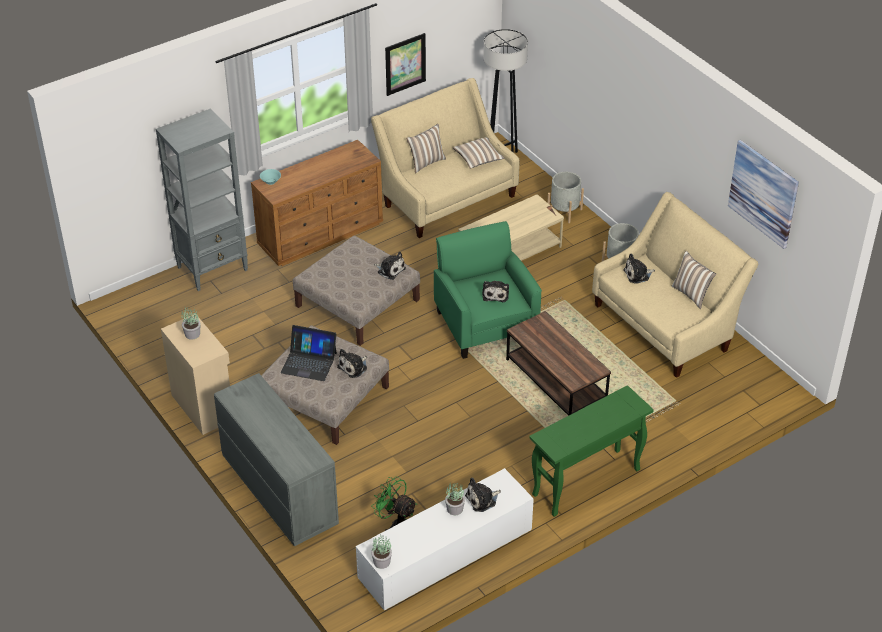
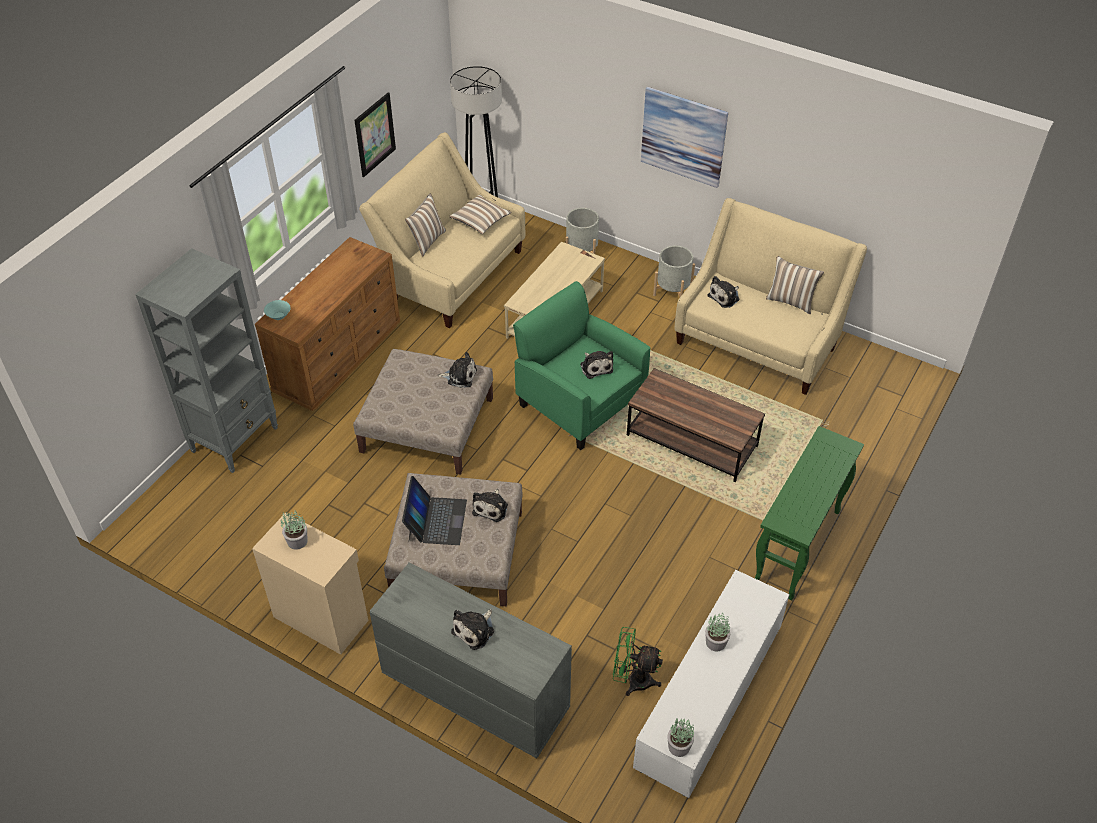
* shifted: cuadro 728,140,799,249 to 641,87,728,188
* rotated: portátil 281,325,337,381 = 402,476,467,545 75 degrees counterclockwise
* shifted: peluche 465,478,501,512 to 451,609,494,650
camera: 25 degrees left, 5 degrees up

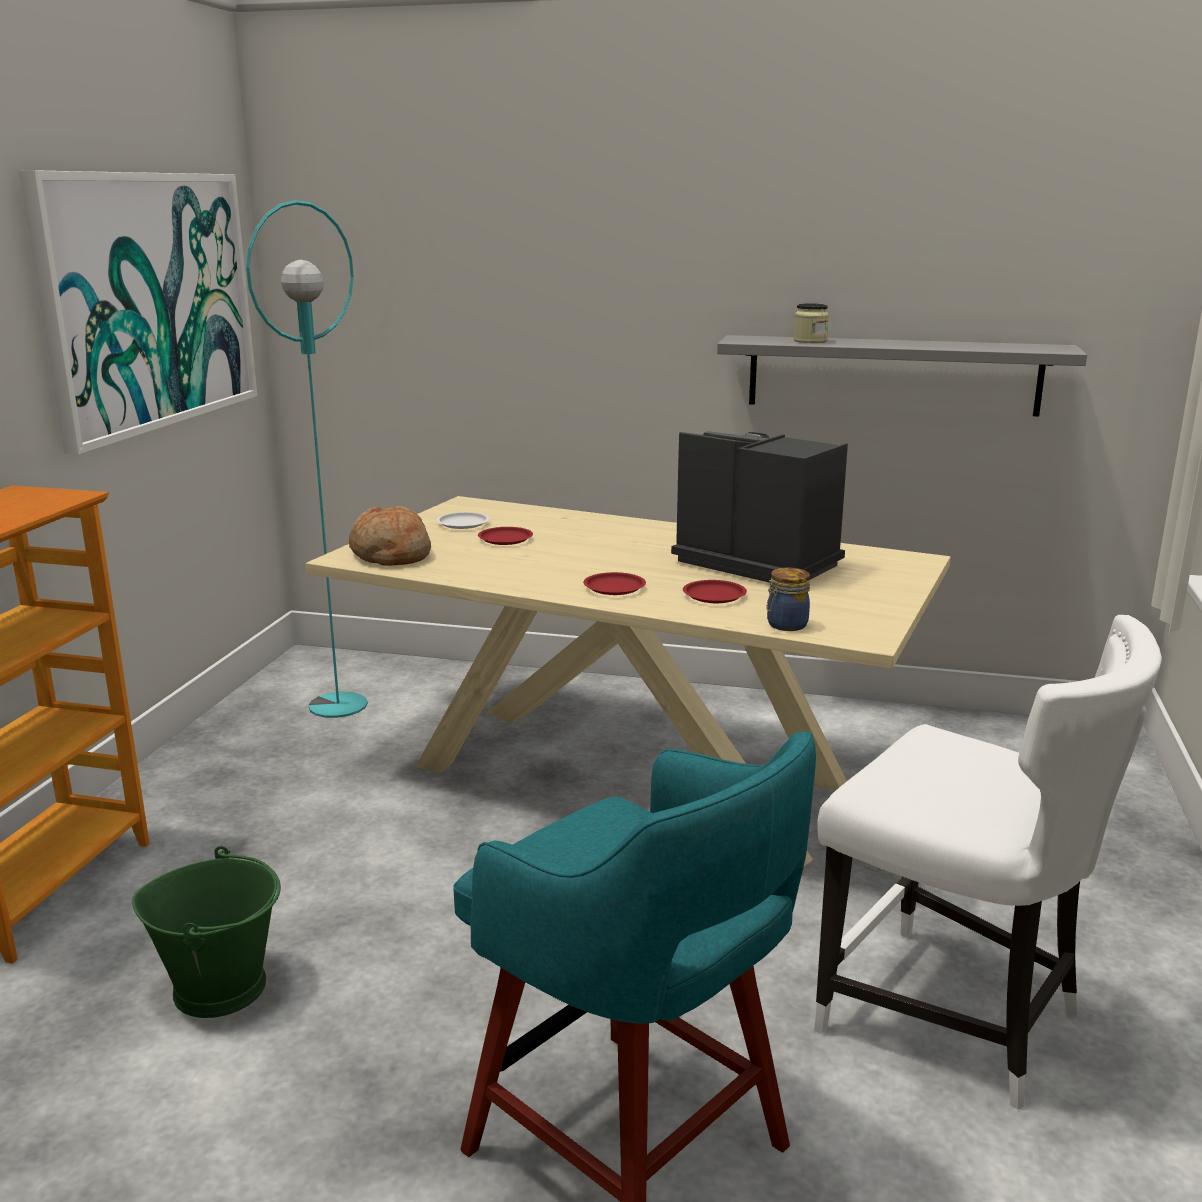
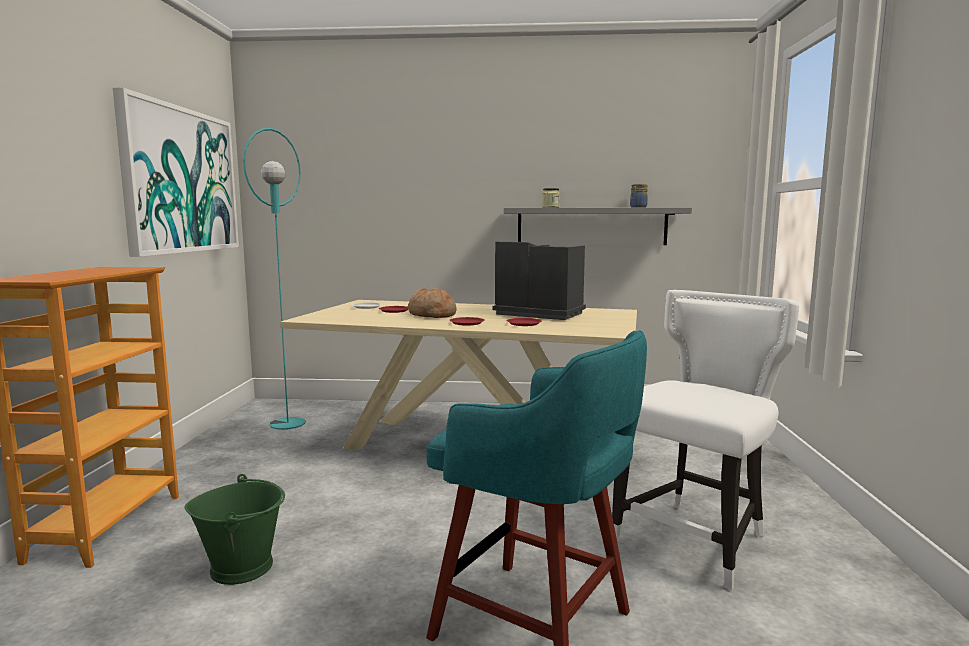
* shifted: pan 349,506,431,566 to 408,288,456,318
* shifted: tarro 766,568,810,631 to 630,184,648,208
* rotated: silla [blanco] 814,615,1162,1110 = 612,290,799,591 75 degrees counterclockwise
camera: 10 degrees left, 10 degrees down

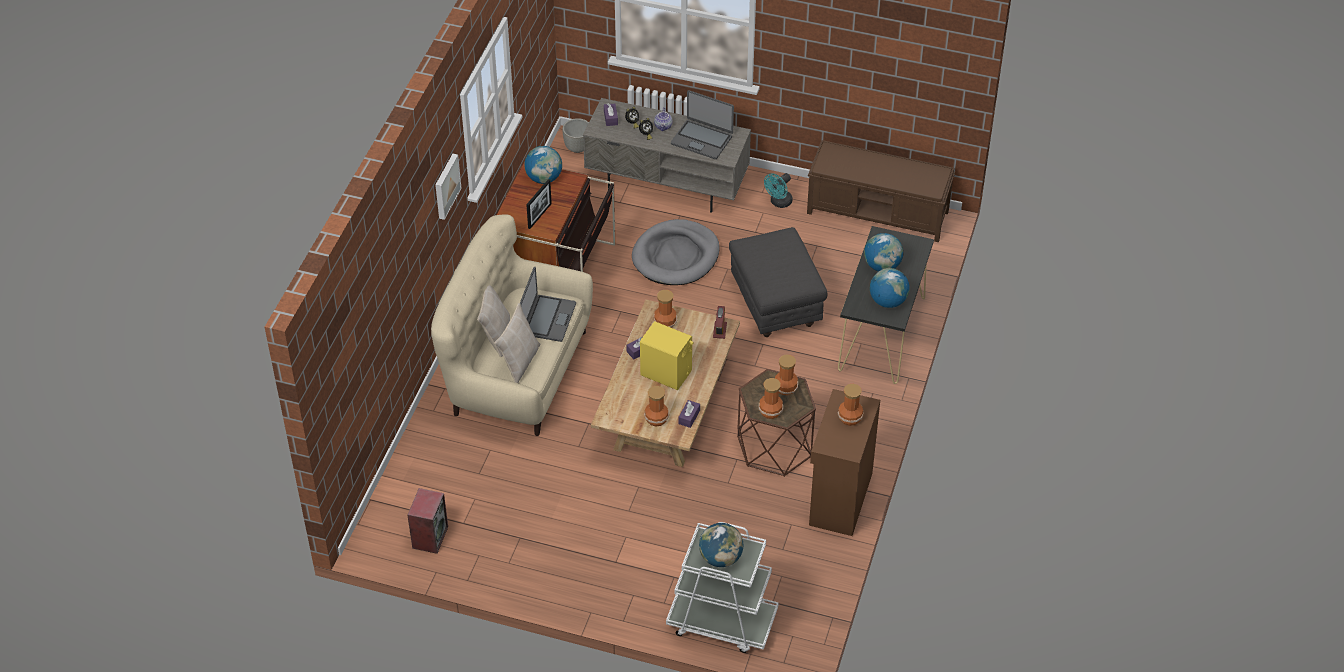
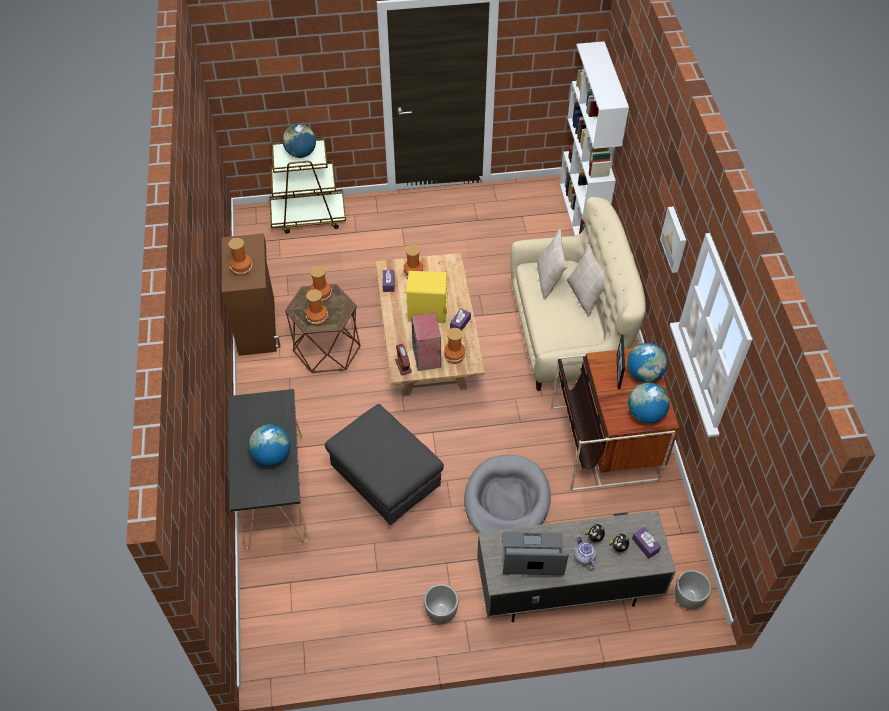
* gone: banco [marrón] 807,140,955,242
* swapped: ventilador [turquesa] 764,173,793,208 to maceta [gris] 424,584,459,624
* gone: portátil 520,267,576,342
* shifted: globo terráqueo 870,268,910,308 to 627,343,668,382
* shifted: altavoz 408,488,448,554 to 411,313,441,371
* repainted: carrito [blanco] 666,522,779,653 to carrito [marrón] 269,136,346,234
* new: estantería [blanco] 560,41,629,235
camera: 155 degrees right, 5 degrees up

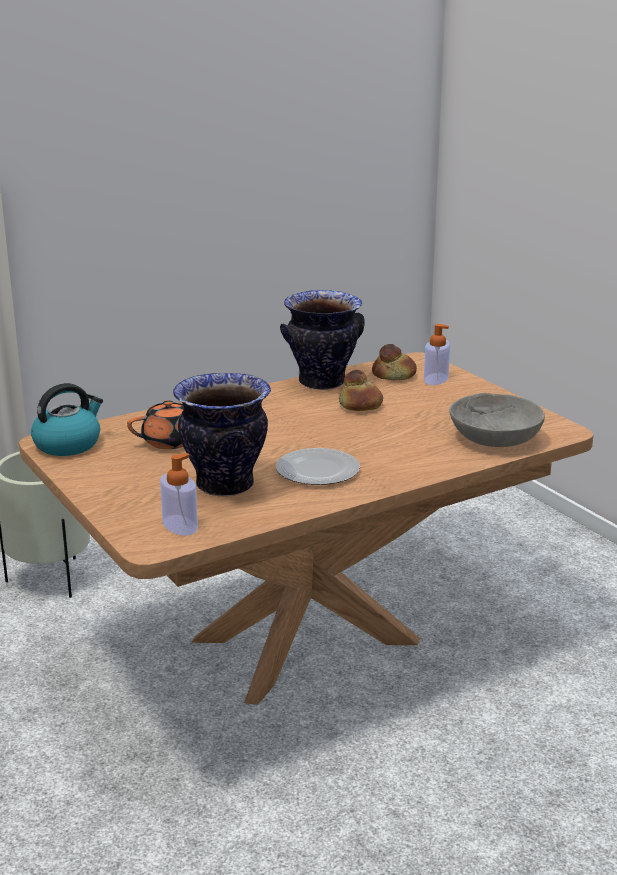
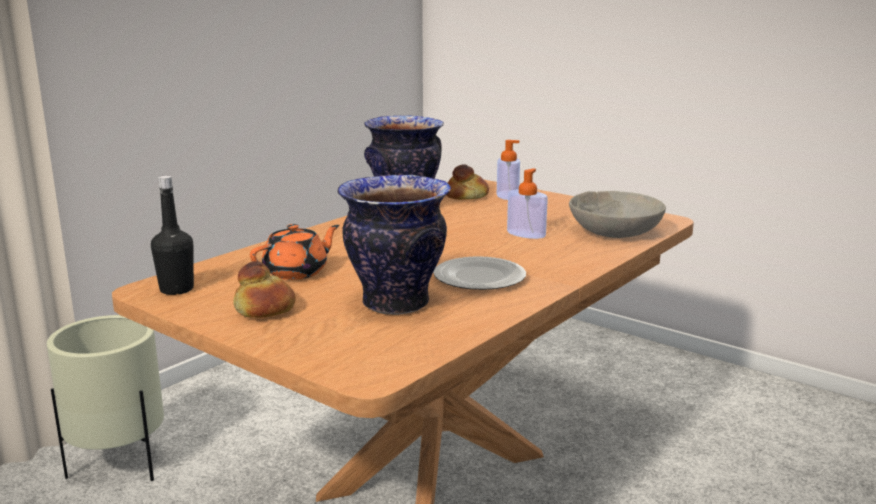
* shifted: pan 339,370,383,411 to 234,261,295,318
* swapped: hervidor 31,383,103,456 to botella [negro] 151,176,194,295
* shifted: dispensador de jabón 160,453,198,536 to 507,168,548,239
camera: 20 degrees left, 5 degrees down

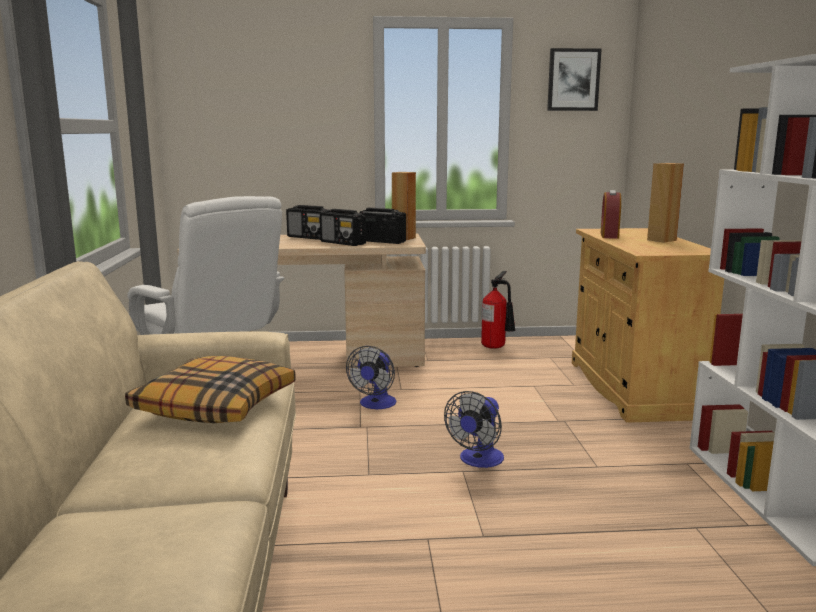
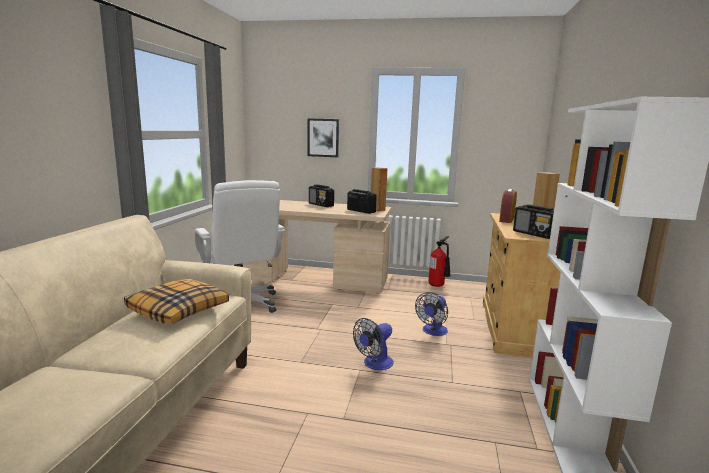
* shifted: cuadro 547,48,602,111 to 308,118,339,157
* shifted: radio 320,209,366,246 to 513,204,554,239
* shifted: ventilador 346,346,396,409 to 415,292,448,336
camera: 15 degrees right, 0 degrees up

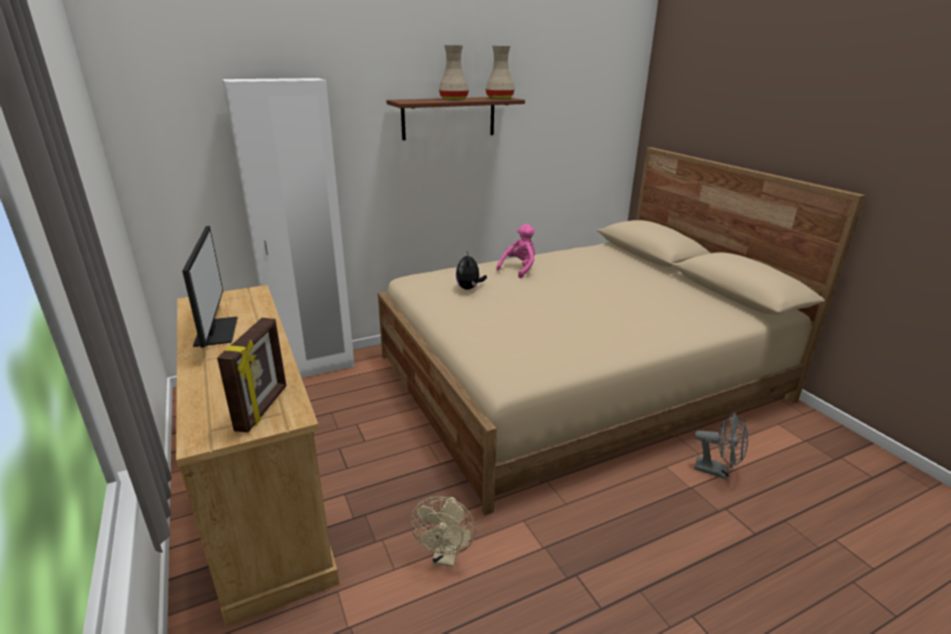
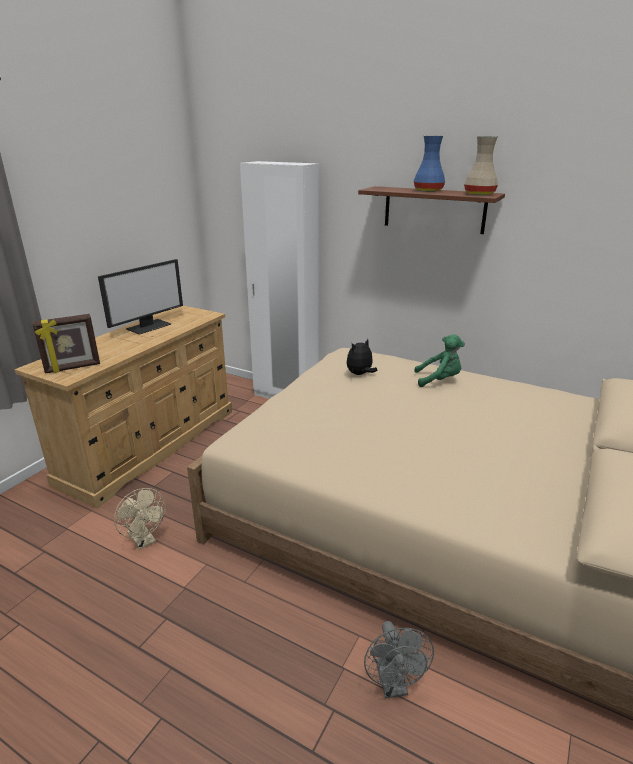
* repainted: florero [beis] 439,45,469,100 to florero [azul] 414,136,445,192
* repainted: peluche [rosa] 496,224,535,278 to peluche [verde] 414,334,465,387
* rotated: ventilador [beis] 410,497,476,567 = 114,488,166,550 105 degrees counterclockwise
camera: 55 degrees right, 0 degrees up

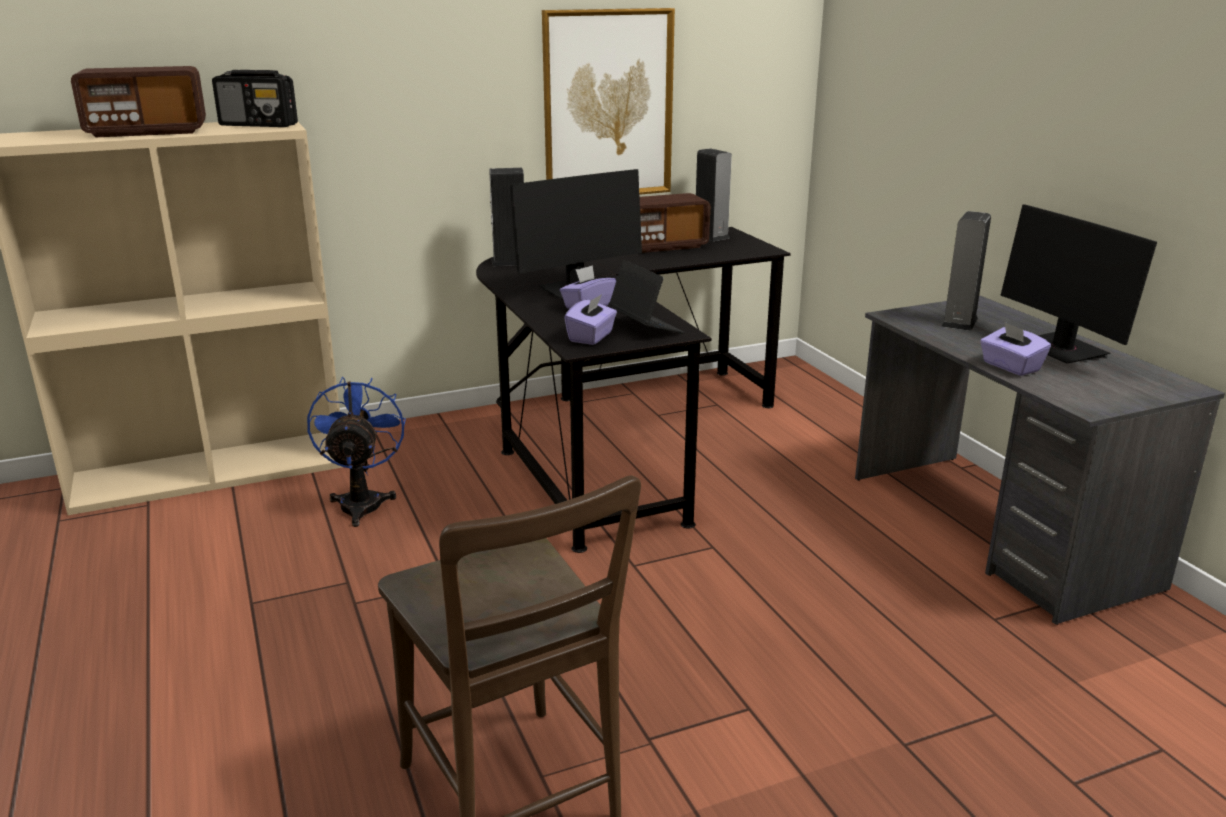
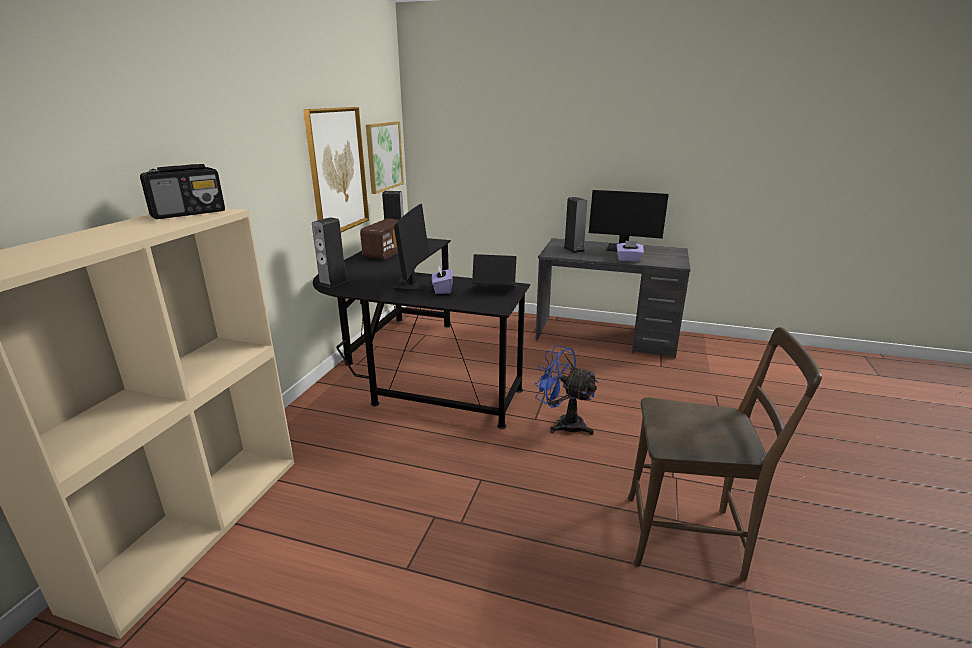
* gone: radio 71,66,206,137
* gone: caja de pañuelos [morado] 564,294,617,345
* shifted: ventilador [azul] 307,377,406,527 to 534,345,598,435
* new: cuadro 366,121,404,194
camera: 50 degrees left, 0 degrees up

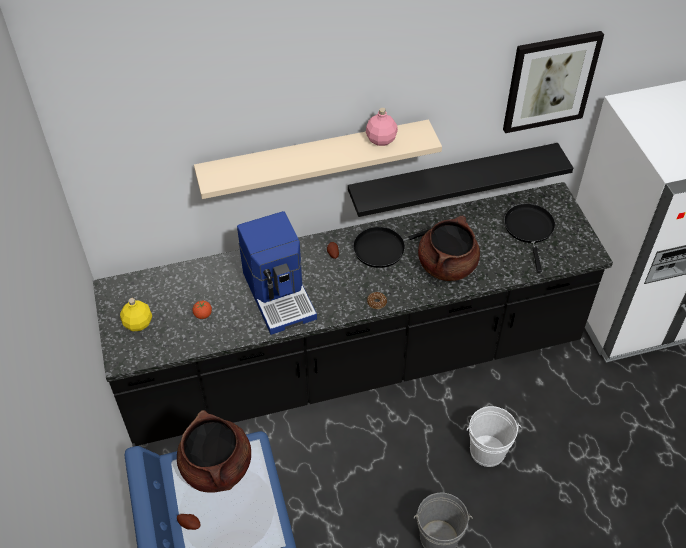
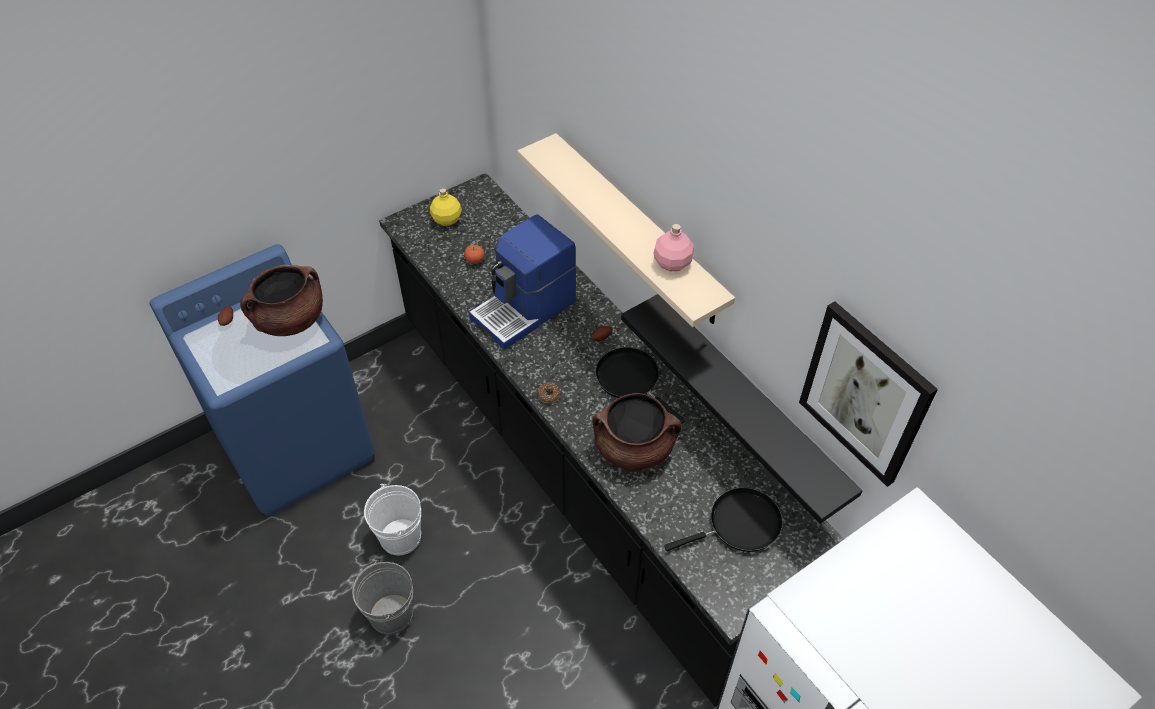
* shifted: cubo [blanco] 467,406,522,467 to 364,484,421,555
camera: 70 degrees right, 0 degrees up

